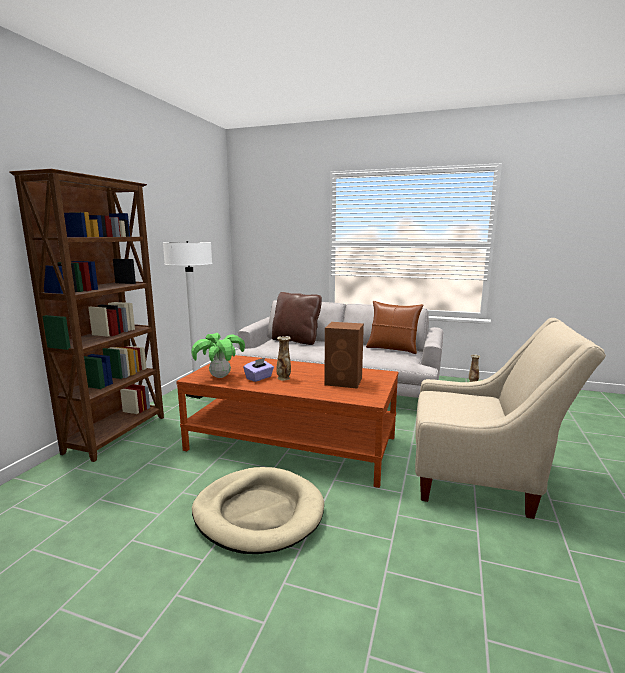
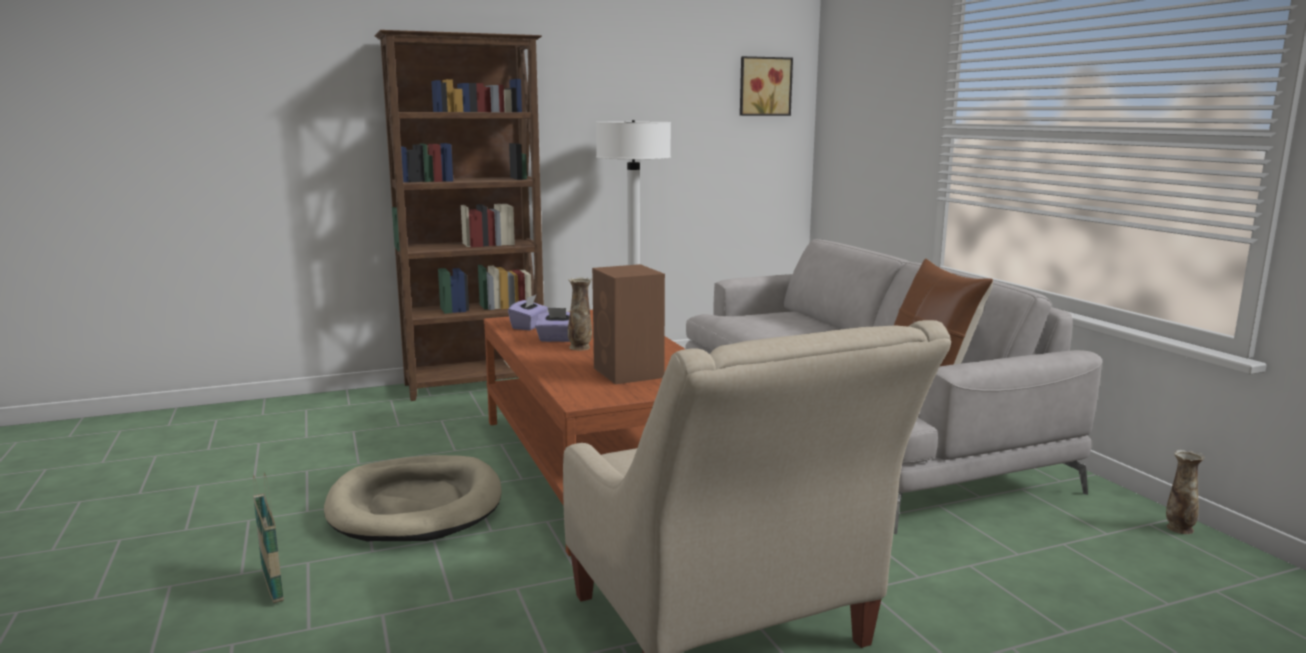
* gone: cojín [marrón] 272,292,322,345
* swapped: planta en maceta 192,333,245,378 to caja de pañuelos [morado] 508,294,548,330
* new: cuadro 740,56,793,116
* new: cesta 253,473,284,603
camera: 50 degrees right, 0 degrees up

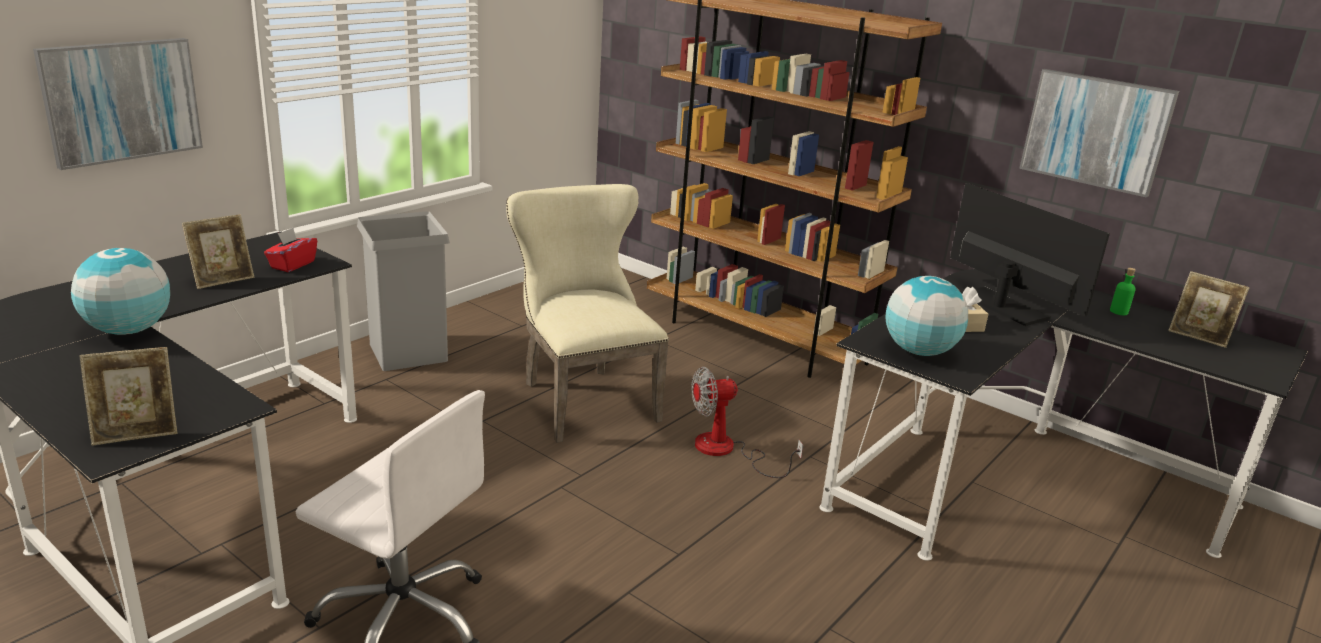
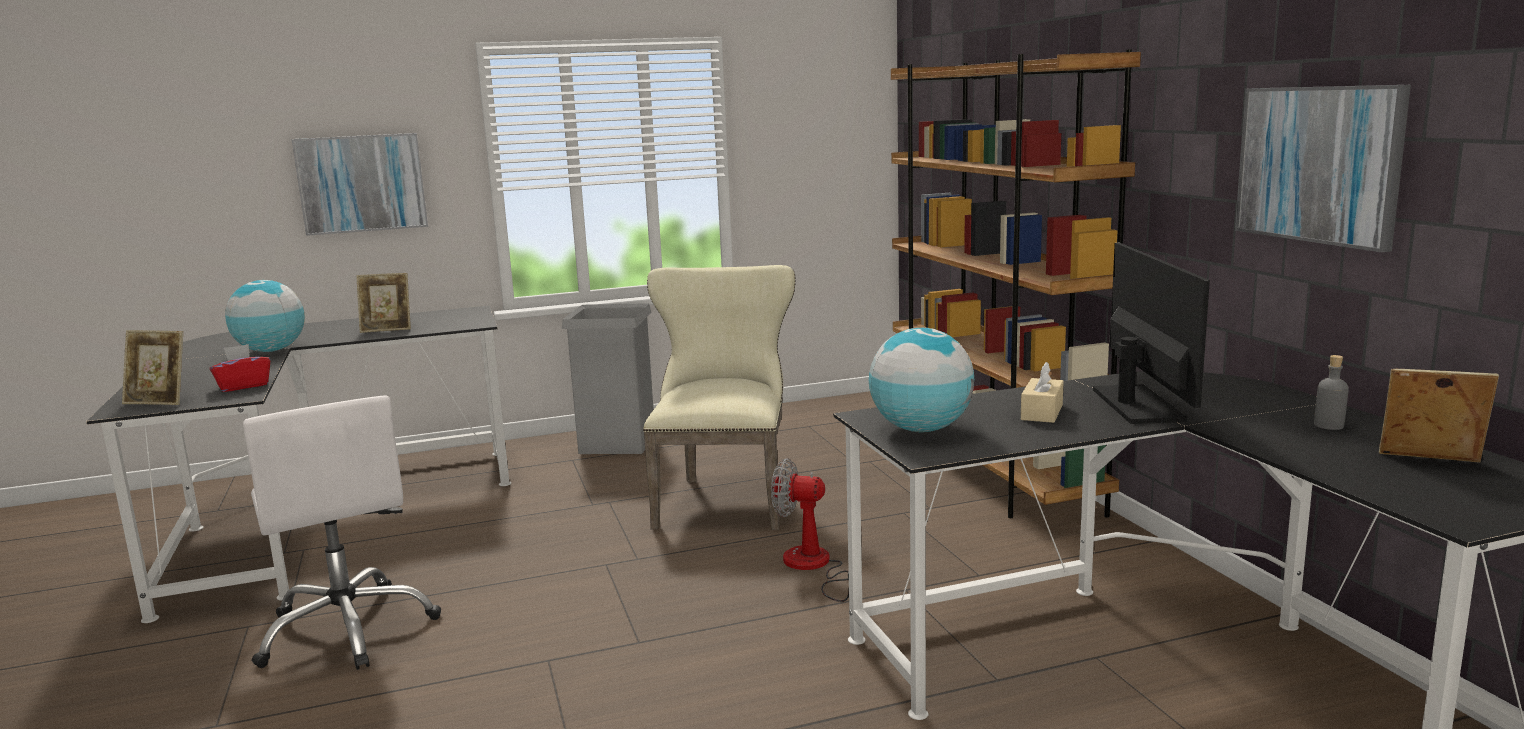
* shifted: caja de pañuelos [rojo] 264,228,317,272 to 210,344,270,392
* repainted: botella [verde] 1110,268,1136,315 to botella [gris] 1314,355,1349,430
* rotated: portarretratos 1168,271,1250,348 = 1379,369,1499,463 135 degrees clockwise
camera: 35 degrees right, 10 degrees down

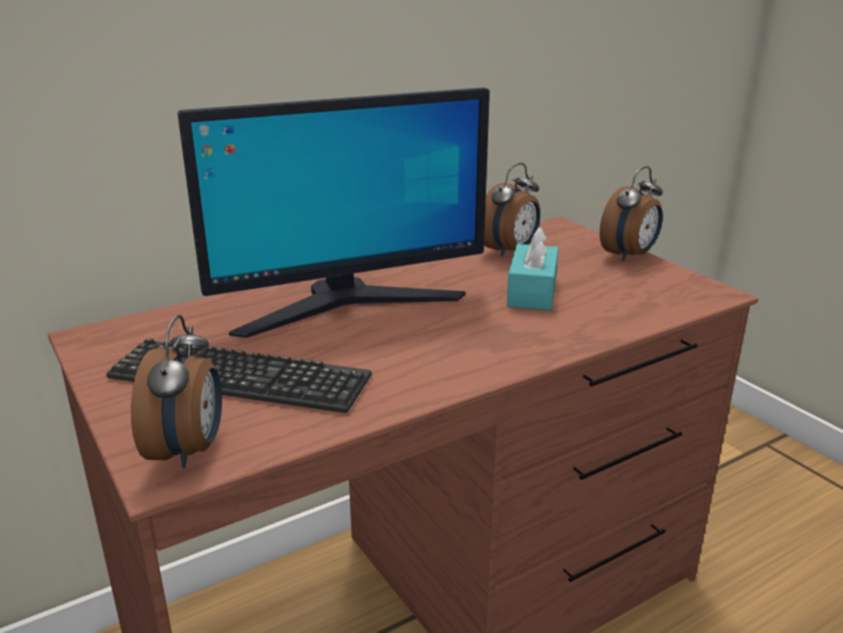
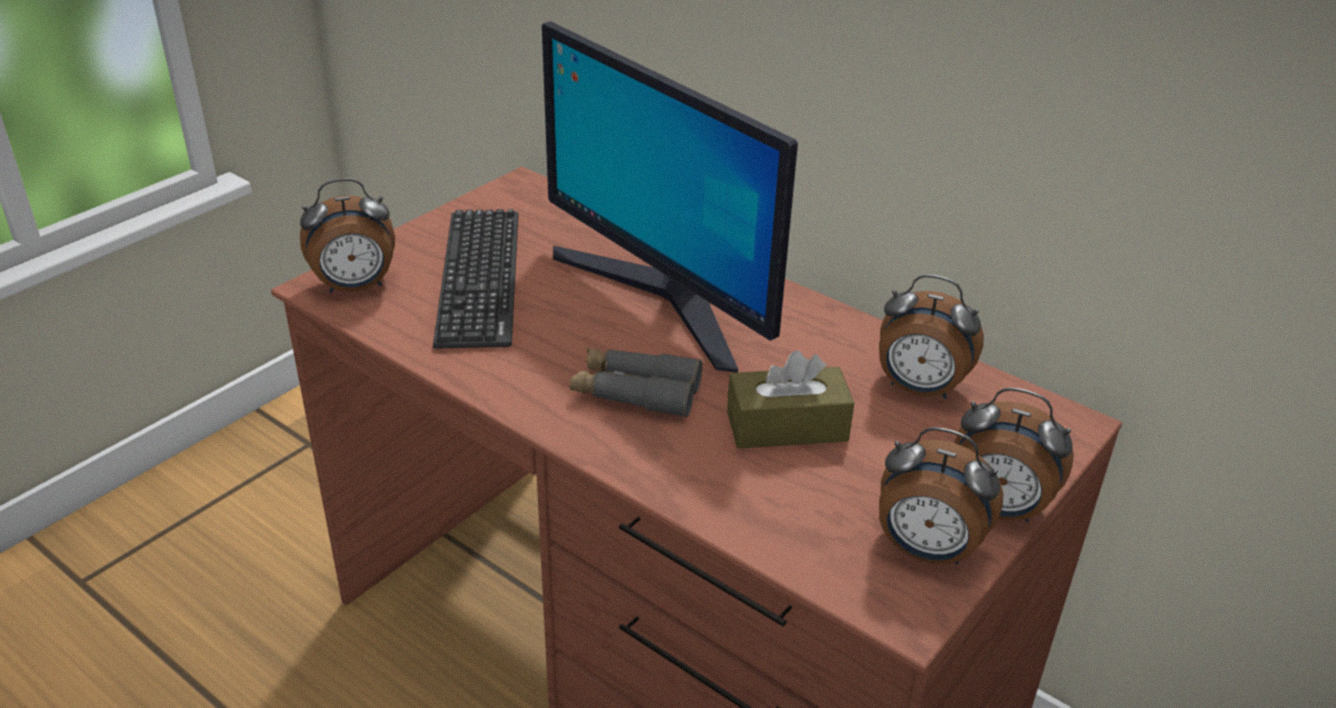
* repainted: caja de pañuelos [turquesa] 507,227,558,311 to caja de pañuelos [marrón] 727,350,854,449
* new: prismáticos [gris] 570,348,702,418
* new: despertador 879,427,1003,564
camera: 70 degrees right, 10 degrees up

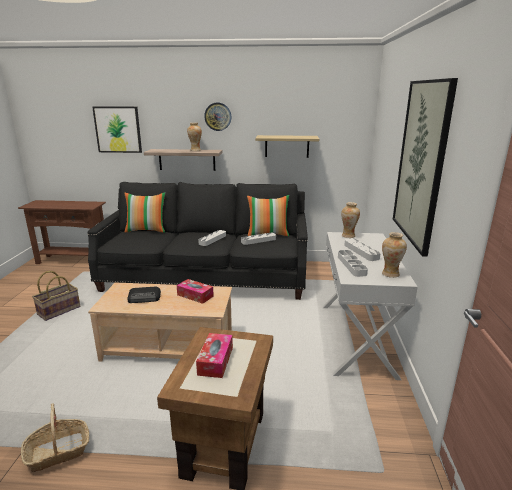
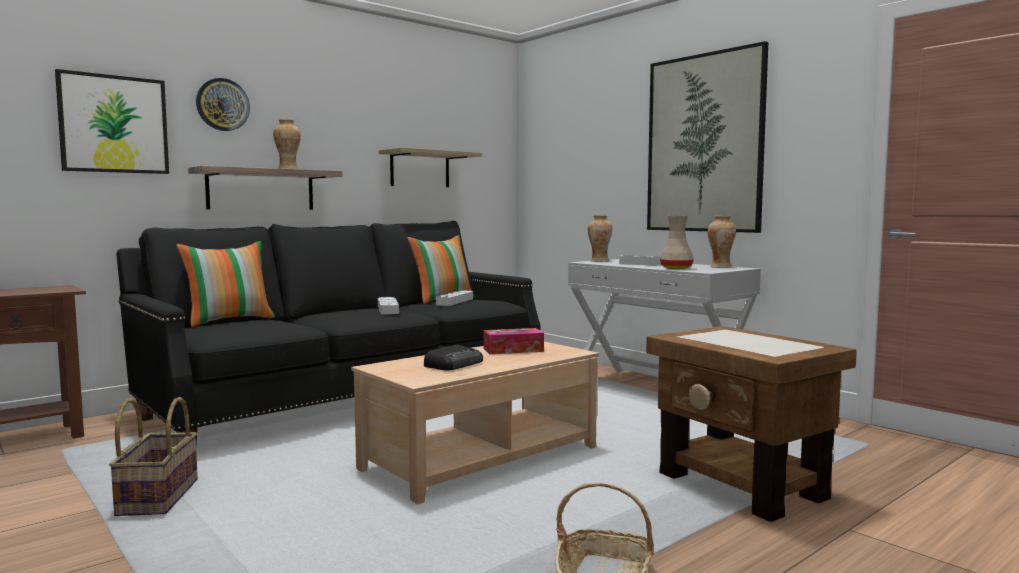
* shifted: reloj de pared 204,103,231,131 to 196,78,250,131
* swapped: bandeja [gris] 338,250,368,277 to florero [beis] 660,216,694,269
* gone: caja de pañuelos 196,333,233,378
camera: 45 degrees left, 15 degrees down

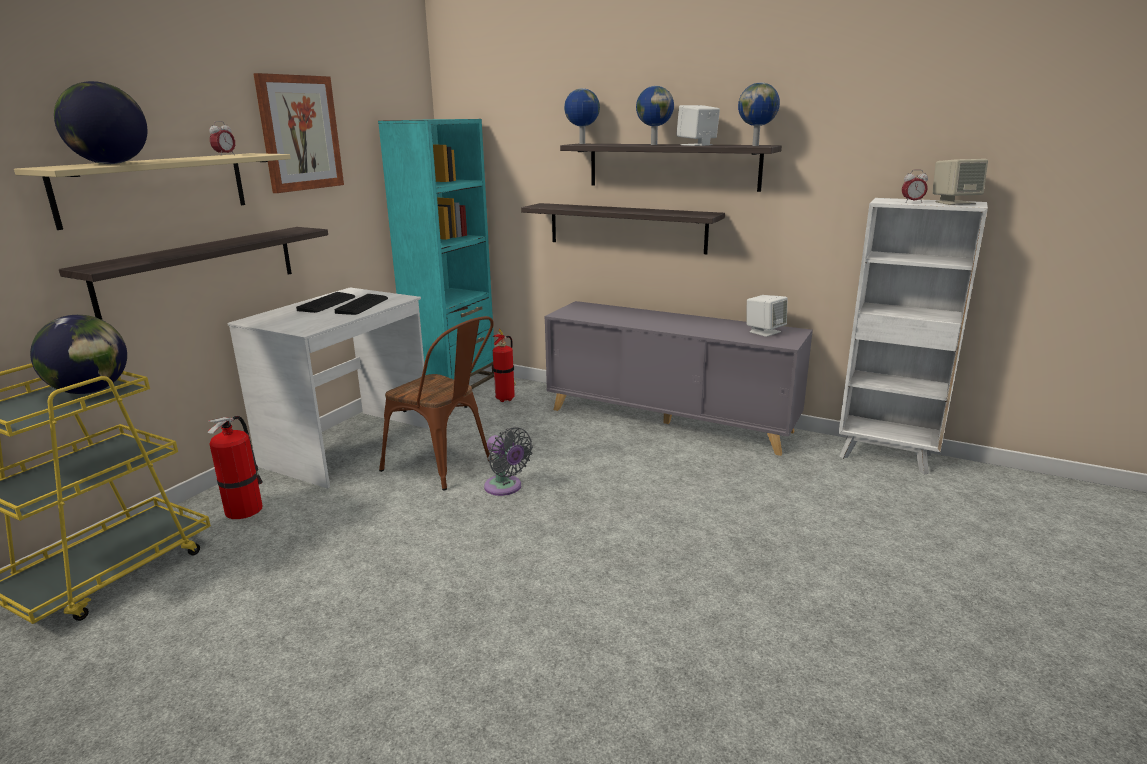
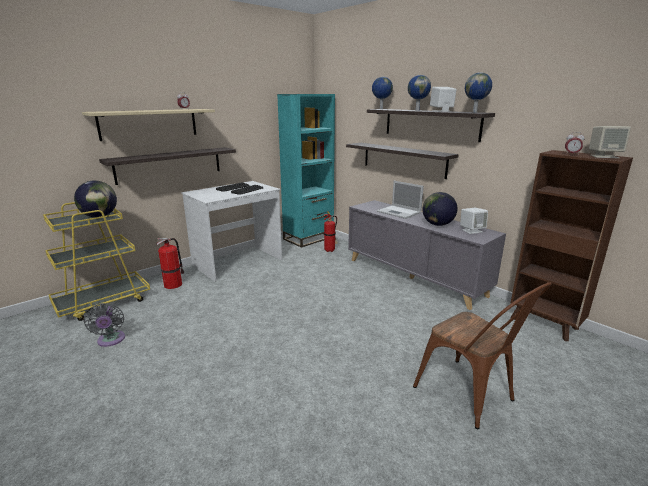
* gone: cuadro 253,73,344,193
* shifted: globo terráqueo 54,81,147,164 to 422,192,458,226
* repainted: estantería [blanco] 838,198,988,474 to estantería [marrón] 510,150,633,341
* shifted: silla [marrón] 379,316,494,491 to 413,282,552,429
* shifted: ventilador [gris] 484,427,533,496 to 83,303,125,347
* new: portátil 377,181,424,219
camera: 20 degrees right, 0 degrees up

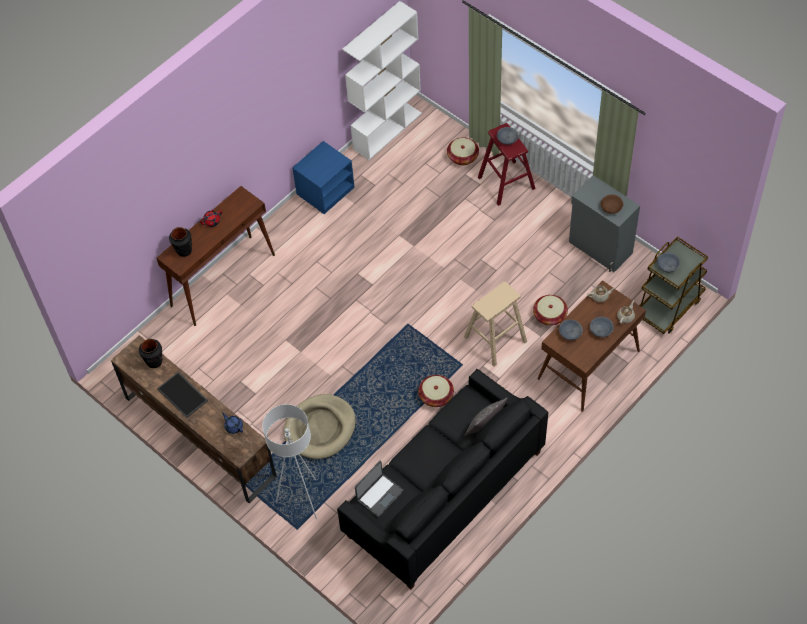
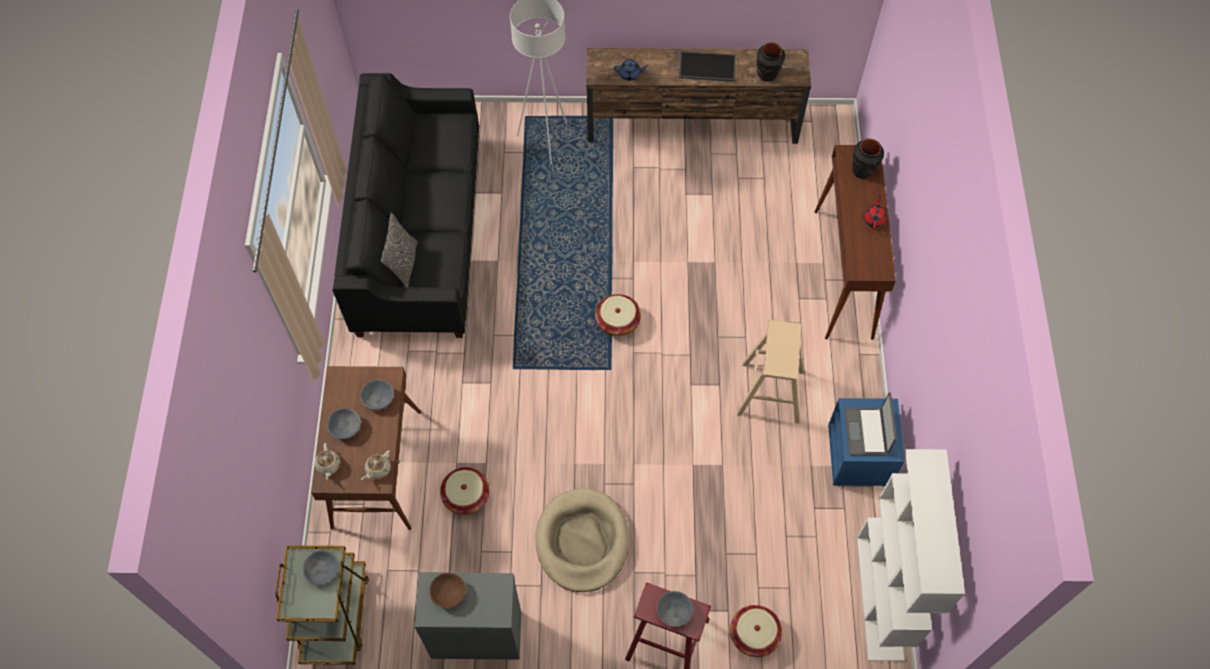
* shifted: taburete [beis] 464,281,527,367 to 737,320,804,424
* shifted: cesta 418,375,454,407 to 595,294,641,336
* shifted: cama para perro [beis] 283,394,356,459 to 535,488,629,592
* shifted: portátil 355,461,404,517 to 844,393,897,456
camera: 135 degrees right, 5 degrees up

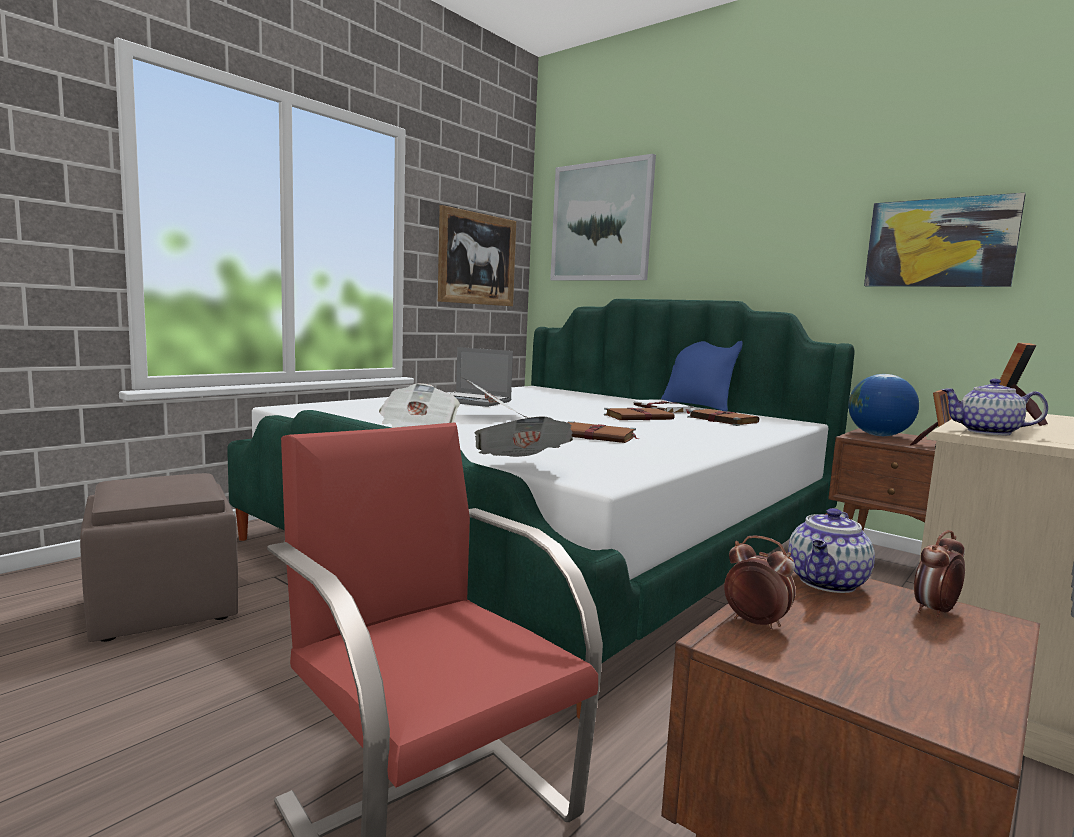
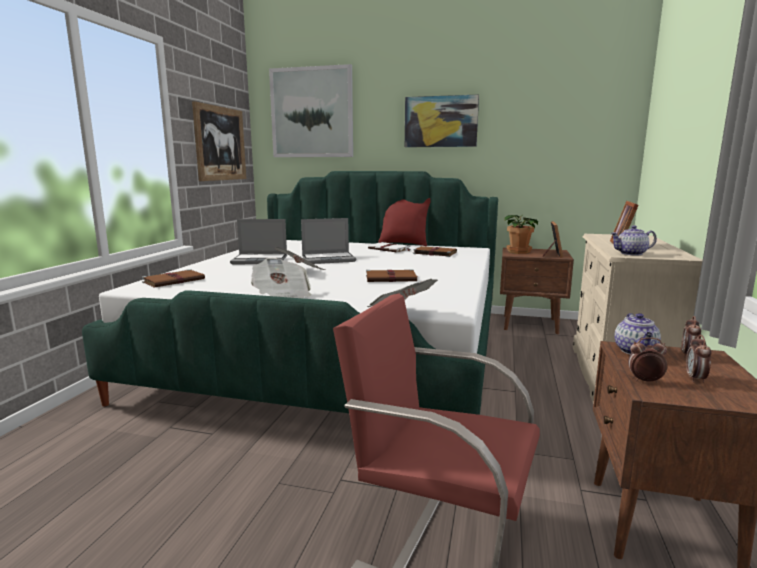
* shifted: cuadro 864,193,1026,287 to 405,94,479,147
* repainted: cojín [azul] 661,341,742,412 to cojín [rojo] 378,198,430,246
* swapped: globo terráqueo 848,374,919,436 to planta en maceta 505,215,538,254
* shifted: libro [marrón] 604,407,675,420 to 142,269,205,288
* gone: puf [marrón] 80,473,238,642
* new: portátil 301,218,356,264
* new: despertador 686,335,711,382
camera: 25 degrees left, 5 degrees up

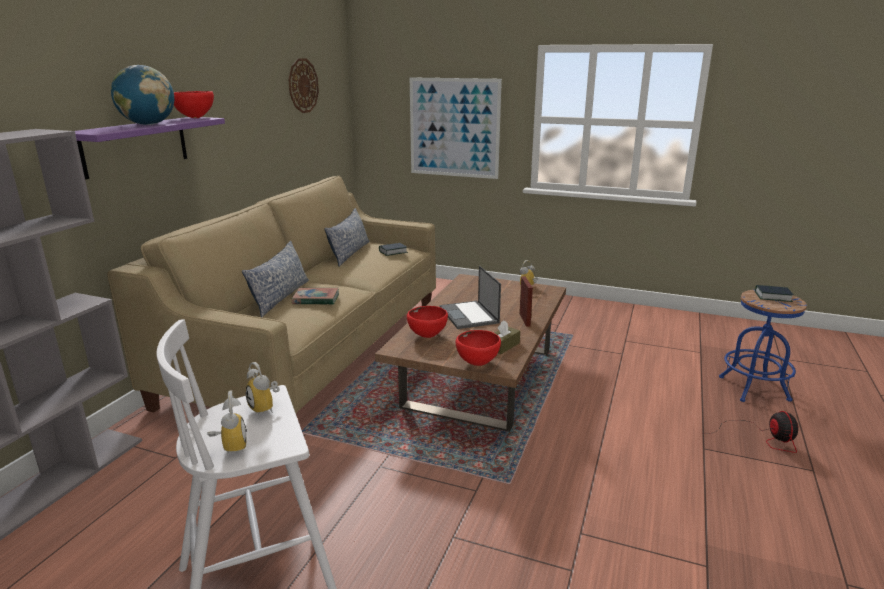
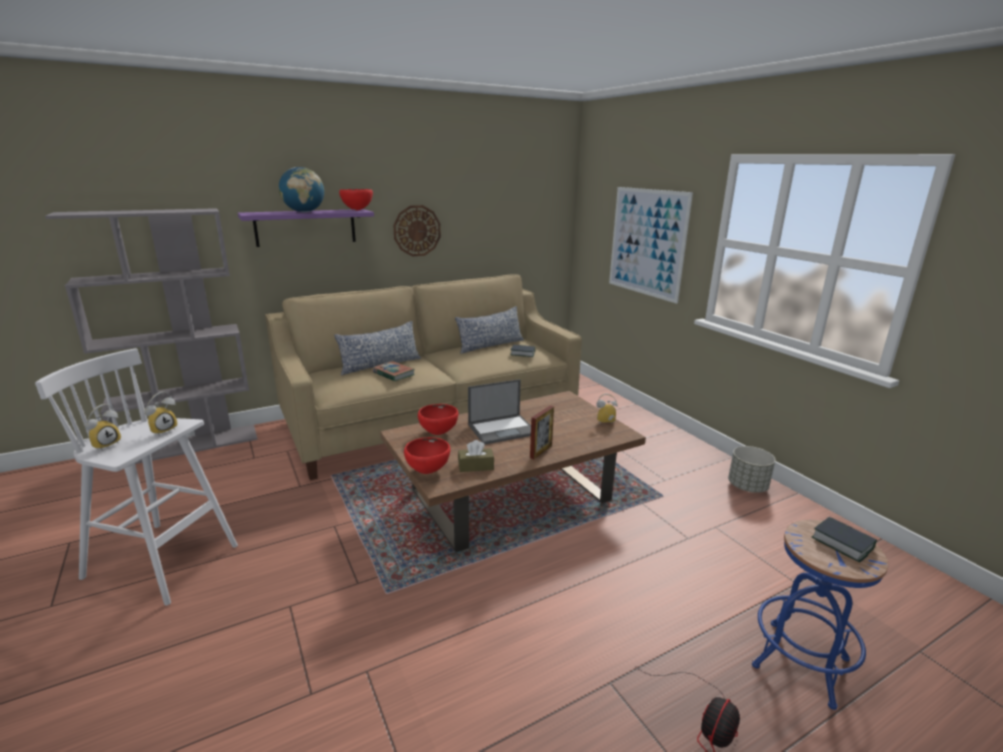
* shifted: reloj de pared 288,58,319,113 to 393,205,441,256
* rotated: portátil 440,266,501,329 = 468,379,531,444 135 degrees counterclockwise
* rotated: despertador 246,362,280,414 = 145,391,178,436 150 degrees counterclockwise
* new: maceta [gris] 728,446,775,493
camera: 40 degrees right, 0 degrees up

